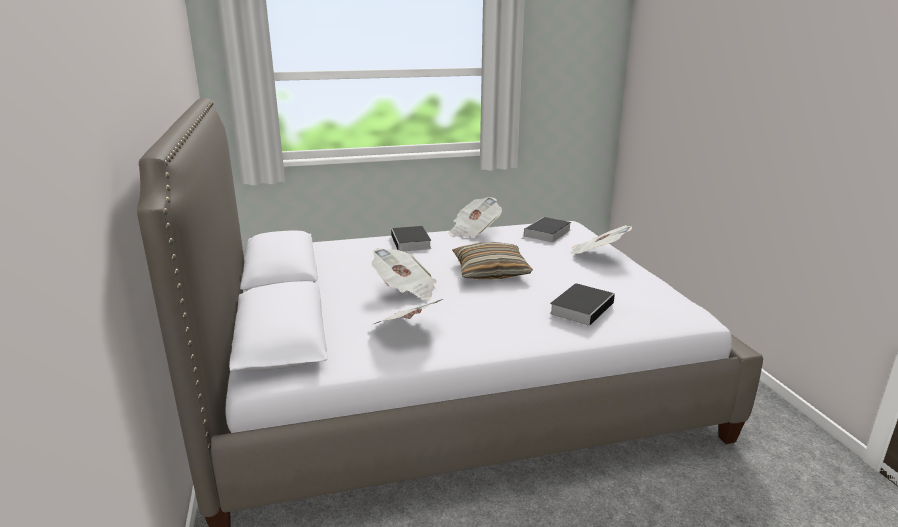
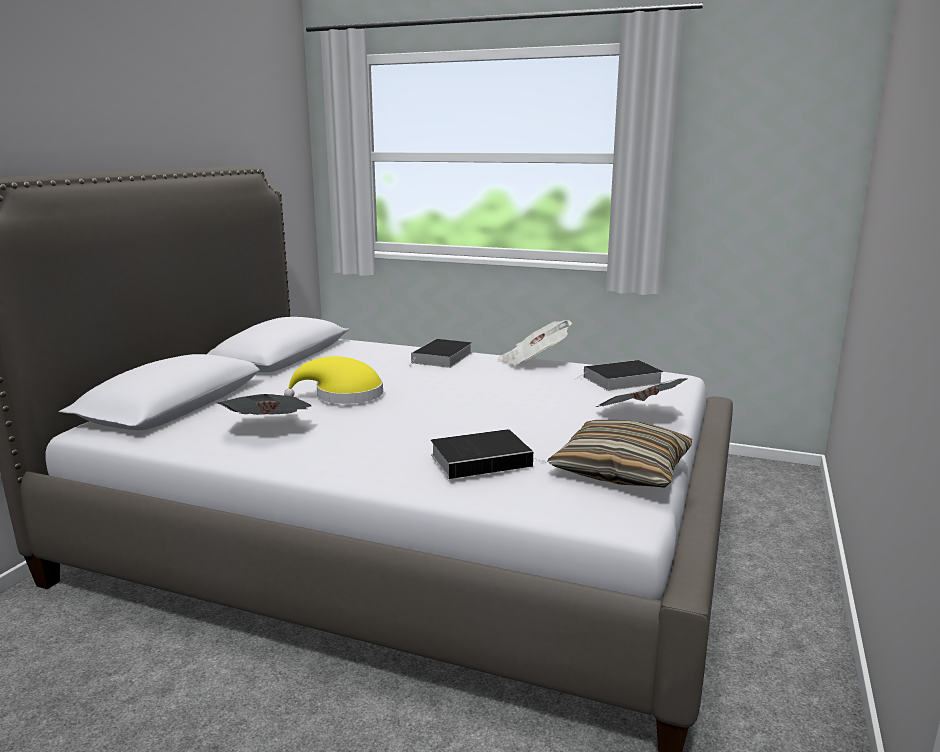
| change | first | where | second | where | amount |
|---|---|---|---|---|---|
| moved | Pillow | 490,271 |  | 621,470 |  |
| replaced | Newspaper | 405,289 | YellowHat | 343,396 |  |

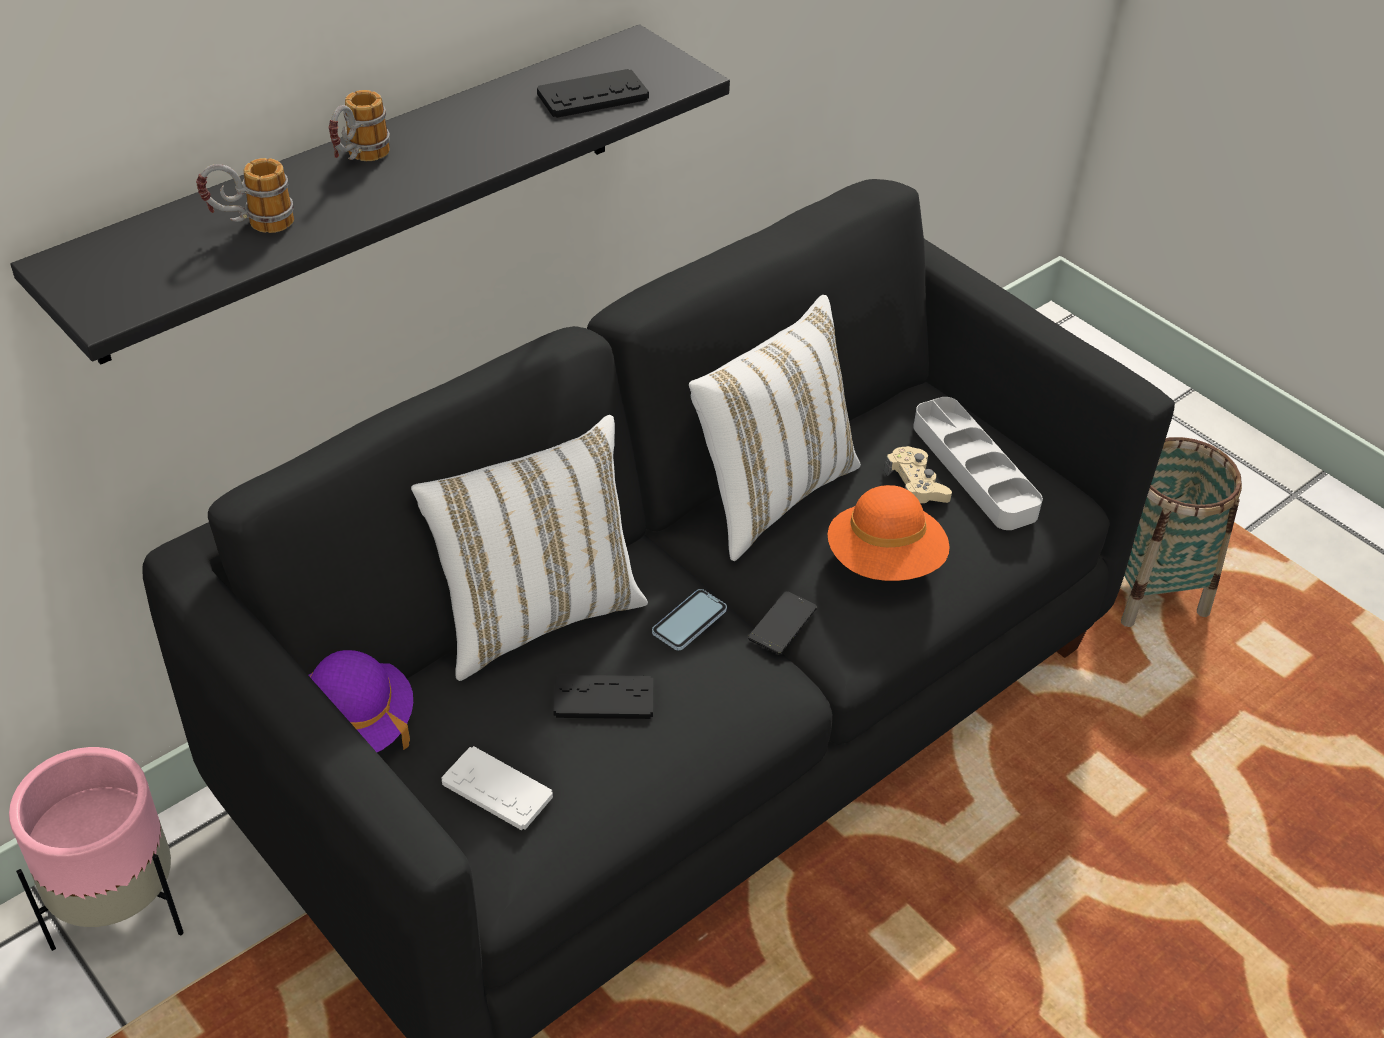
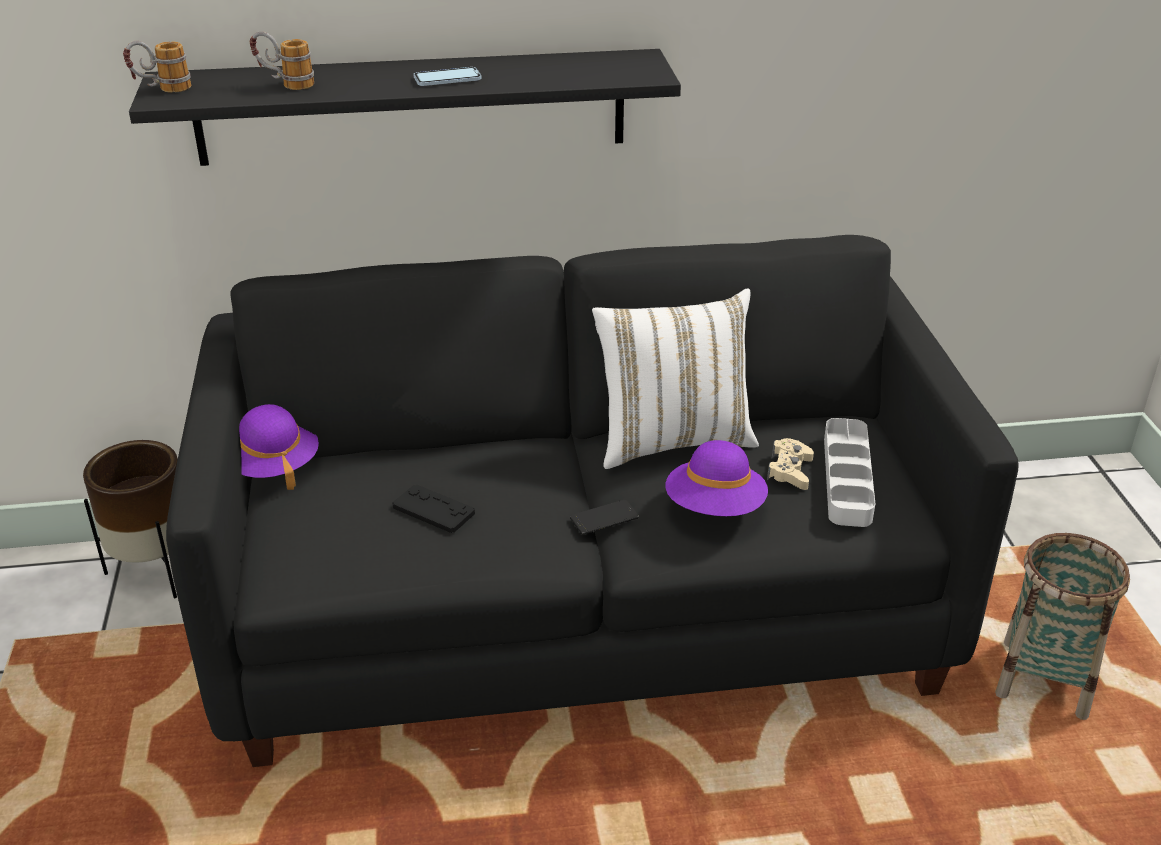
| change | first | where | second | where | amount |
|---|---|---|---|---|---|
| removed | WhitePillow | 536,615 |  |  |  |
| removed | WhiteGameController | 497,789 |  |  |  |
| removed | BlackGameController | 593,96 |  |  |  |
| moved | Mug | 359,160 |  | 162,90 |  |
| moved | Phone | 689,621 |  | 447,79 |  |
| recoloured | PinkPlanter | 121,909 | BrownPlanter | 157,570 |  |
| recoloured | OrangeHat | 885,562 | PurpleHat | 715,508 |  |

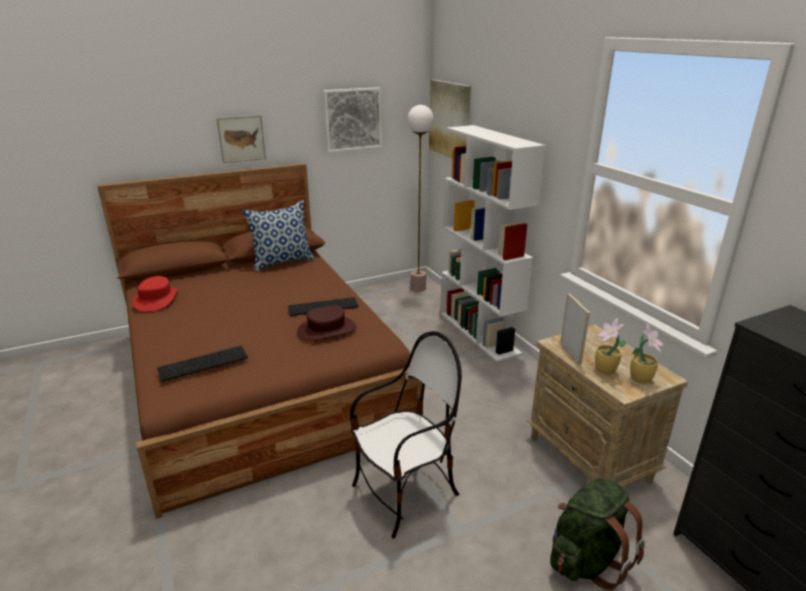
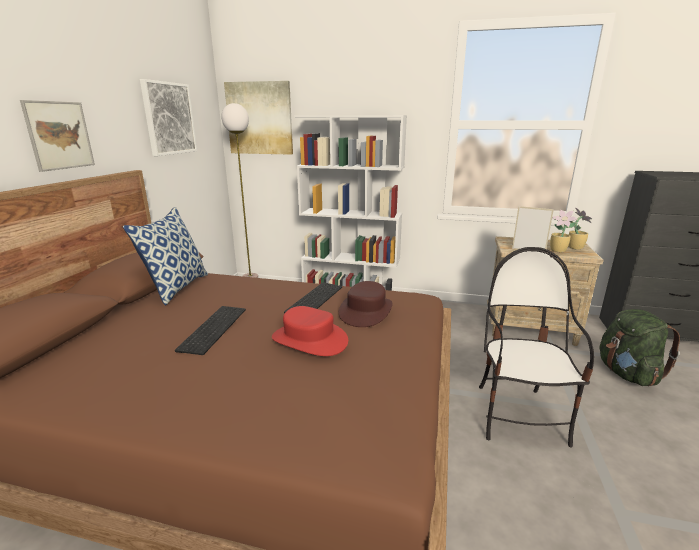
| change | first | where | second | where | amount |
|---|---|---|---|---|---|
| moved | RedHat | 156,300 |  | 309,340 |  |
| moved | Keyboard | 204,362 |  | 212,328 |  |

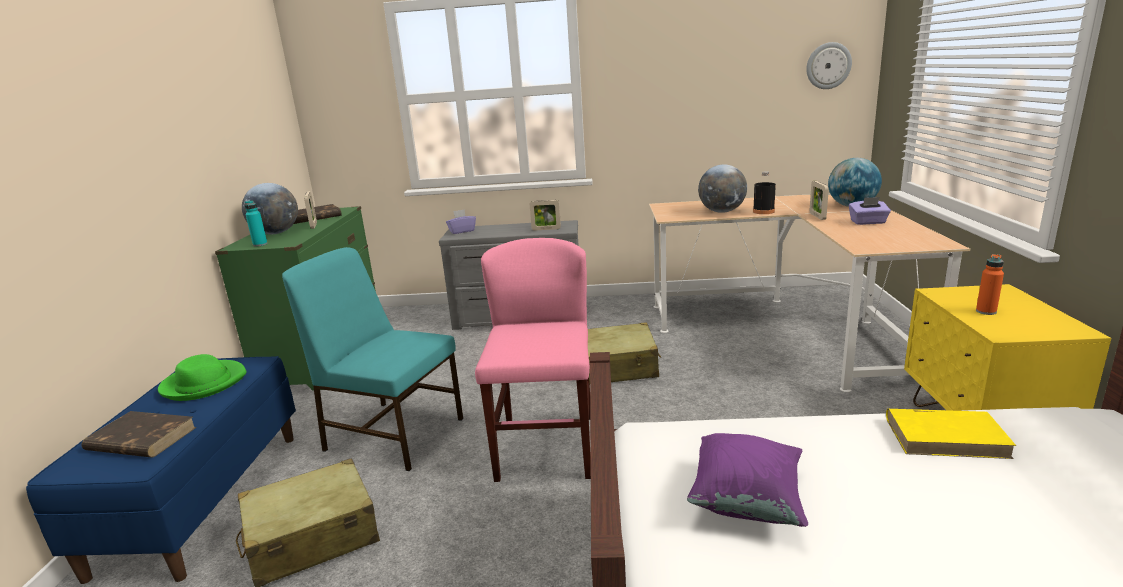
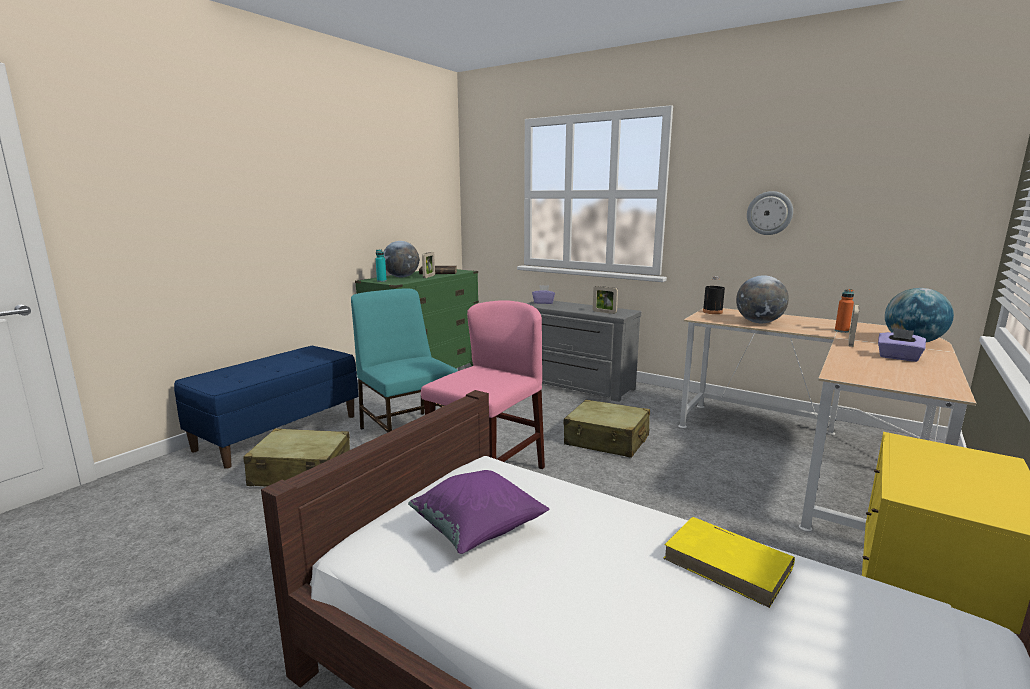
| change | first | where | second | where | amount |
|---|---|---|---|---|---|
| removed | BrownBook | 140,439 |  |  |  |
| removed | GreenHat | 204,383 |  |  |  |
| moved | BlackBottle | 763,211 |  | 712,312 |  |
| moved | WallClock | 828,66 |  | 769,213 |  |
| moved | OrangeBottle | 986,311 |  | 841,331 |  |

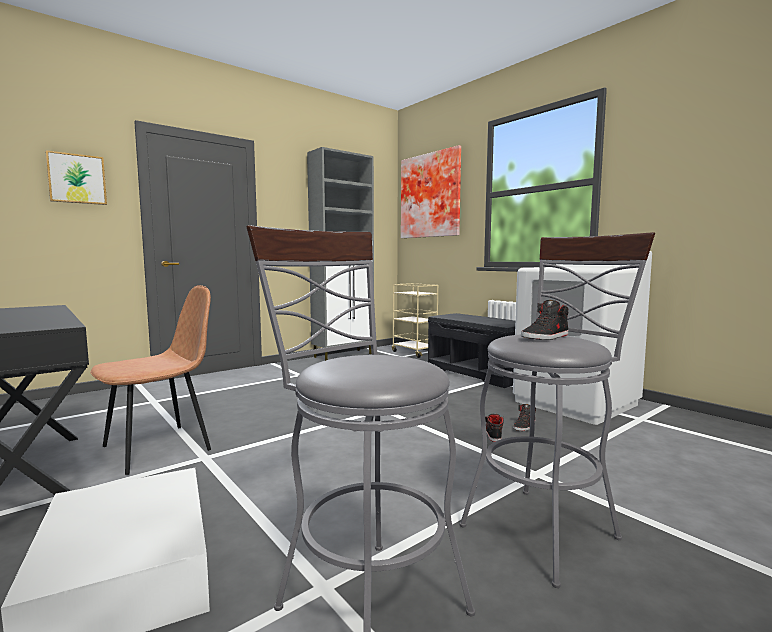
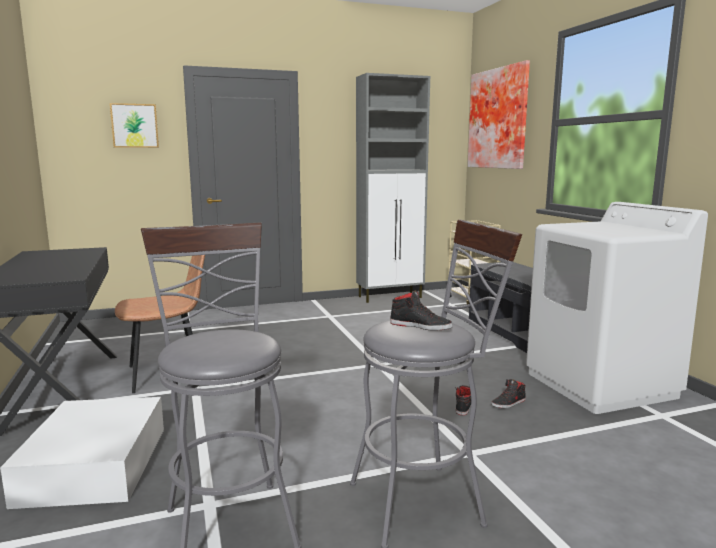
| change | first | where | second | where | amount |
|---|---|---|---|---|---|
| turned | BlackShoe | 545,337 |  | 420,326 | 135 degrees counterclockwise |

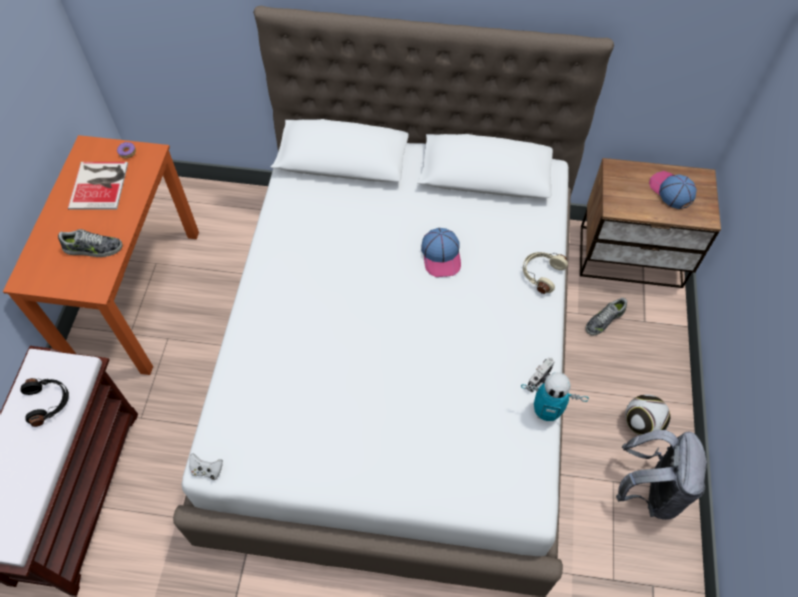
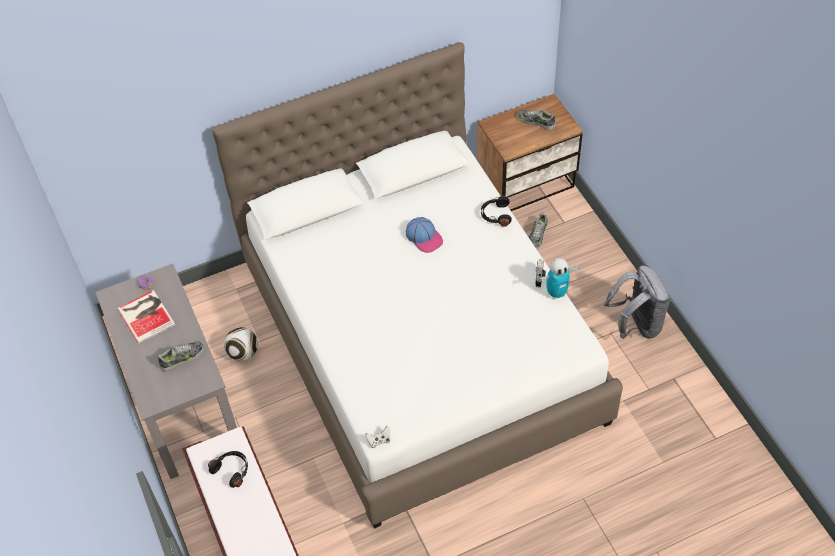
| change | first | where | second | where | amount |
|---|---|---|---|---|---|
| moved | Football | 641,424 |  | 243,353 |  |
| replaced | Cap | 671,191 | Shoe | 536,121 |  |
| recoloured | OrangeDesk | 135,294 | GreyDesk | 183,402 |  |
| recoloured | BeigeHeadphones | 541,274 | BlackHeadphones | 495,215 |  |

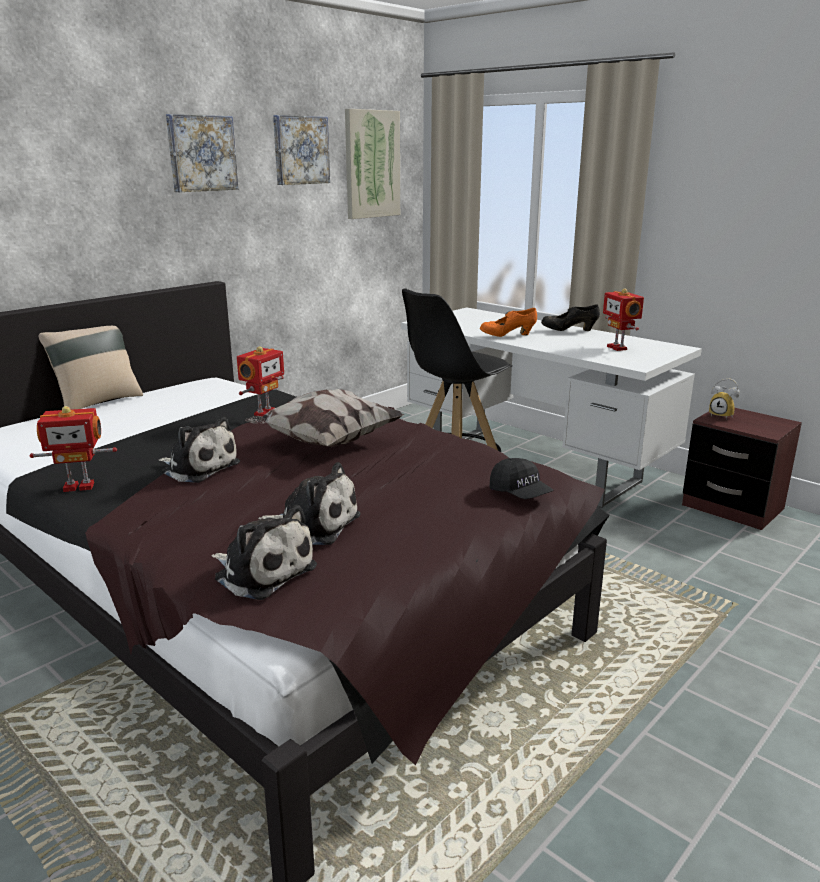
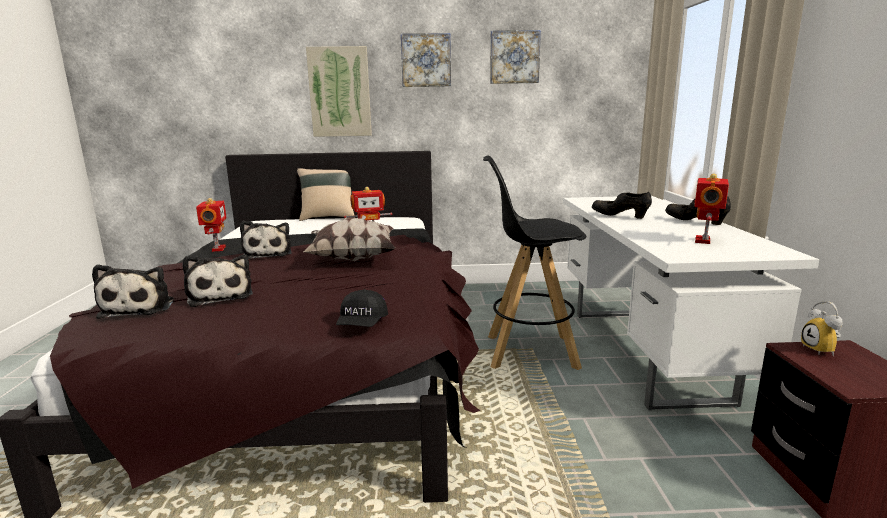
| change | first | where | second | where | amount |
|---|---|---|---|---|---|
| moved | Picture | 371,164 |  | 340,92 |  |
| recoloured | OrangeShoe | 507,336 | BlackShoe | 620,216 |  |
| turned | ToyRobot | 79,486 |  | 217,249 | 135 degrees counterclockwise |

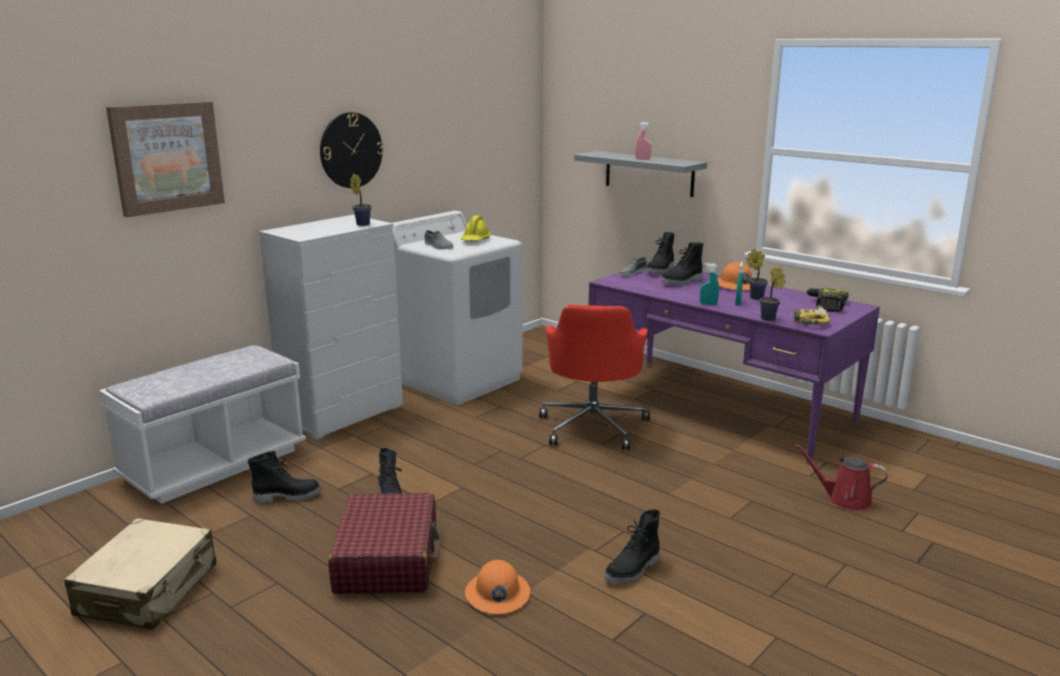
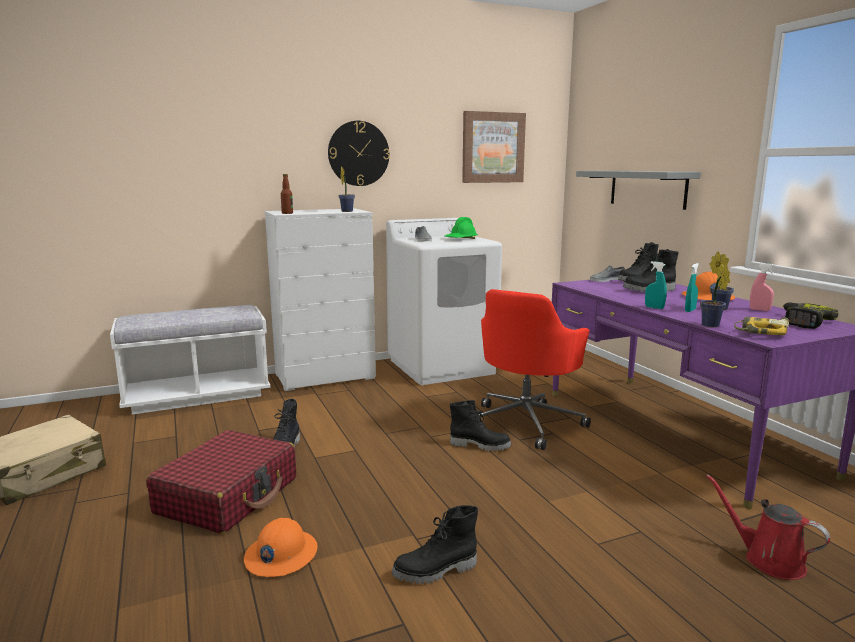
| change | first | where | second | where | amount |
|---|---|---|---|---|---|
| added |  |  | Bottle | 287,213 |  |
| moved | Picture | 167,157 |  | 493,147 |  |
| moved | BlackBoot | 287,496 |  | 480,445 |  |
| moved | PinkSprayBottle | 643,159 |  | 759,310 |  |
| recoloured | YellowHardHat | 475,240 | GreenHardHat | 461,239 |  |

